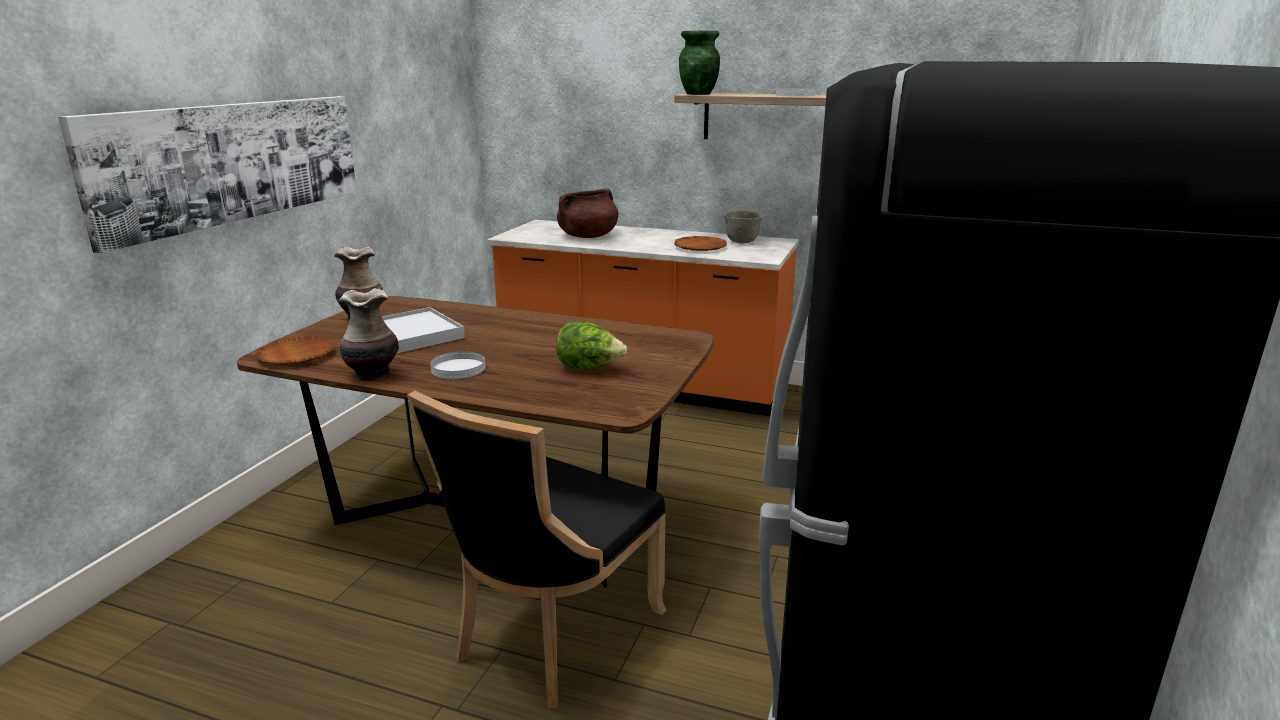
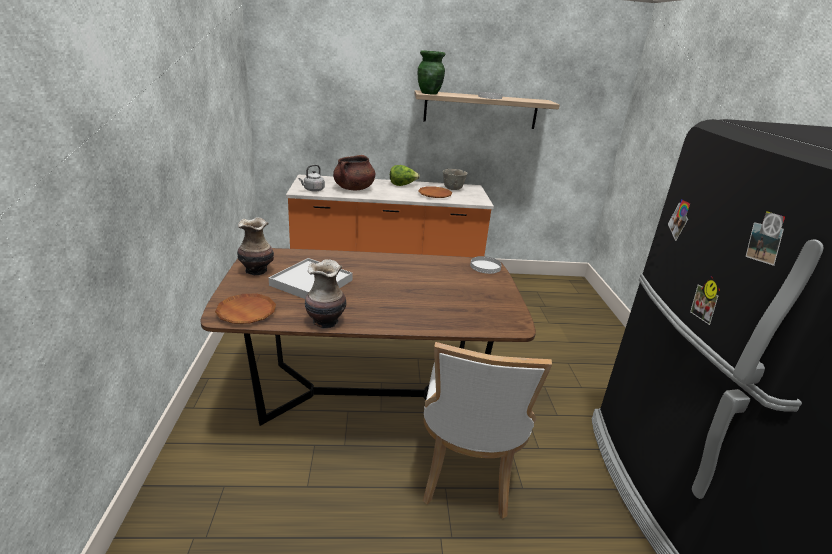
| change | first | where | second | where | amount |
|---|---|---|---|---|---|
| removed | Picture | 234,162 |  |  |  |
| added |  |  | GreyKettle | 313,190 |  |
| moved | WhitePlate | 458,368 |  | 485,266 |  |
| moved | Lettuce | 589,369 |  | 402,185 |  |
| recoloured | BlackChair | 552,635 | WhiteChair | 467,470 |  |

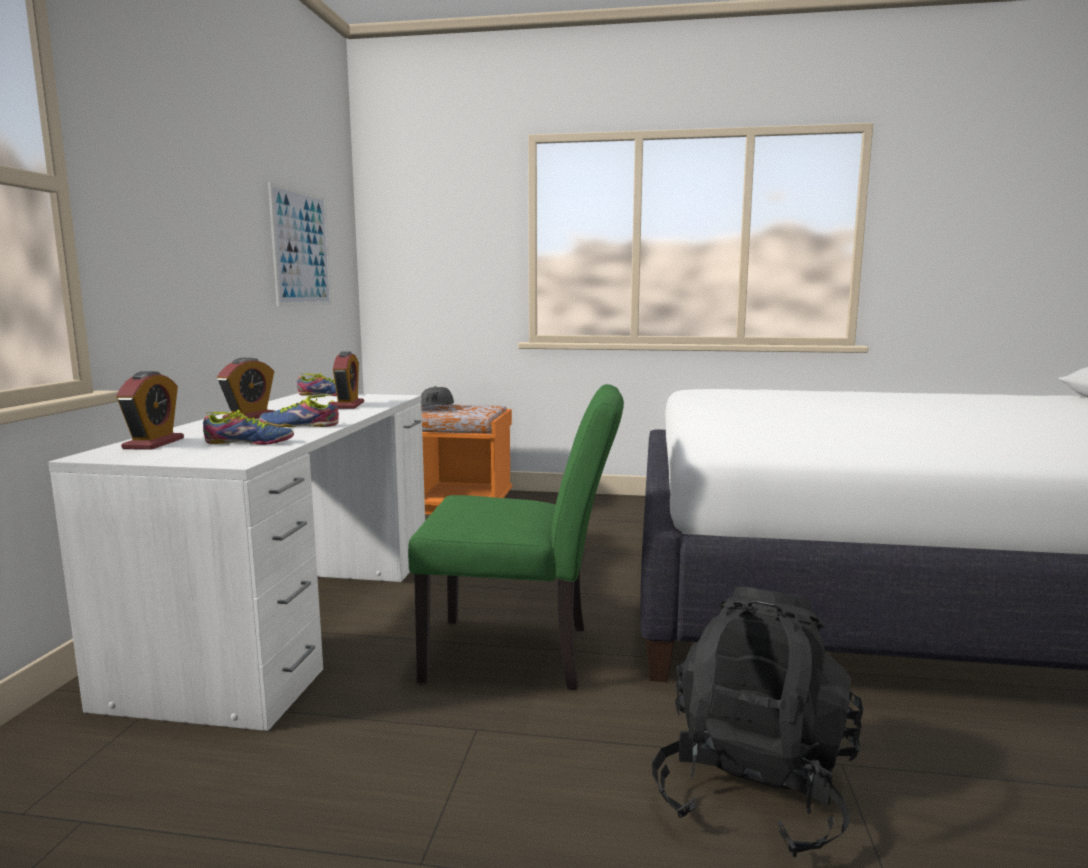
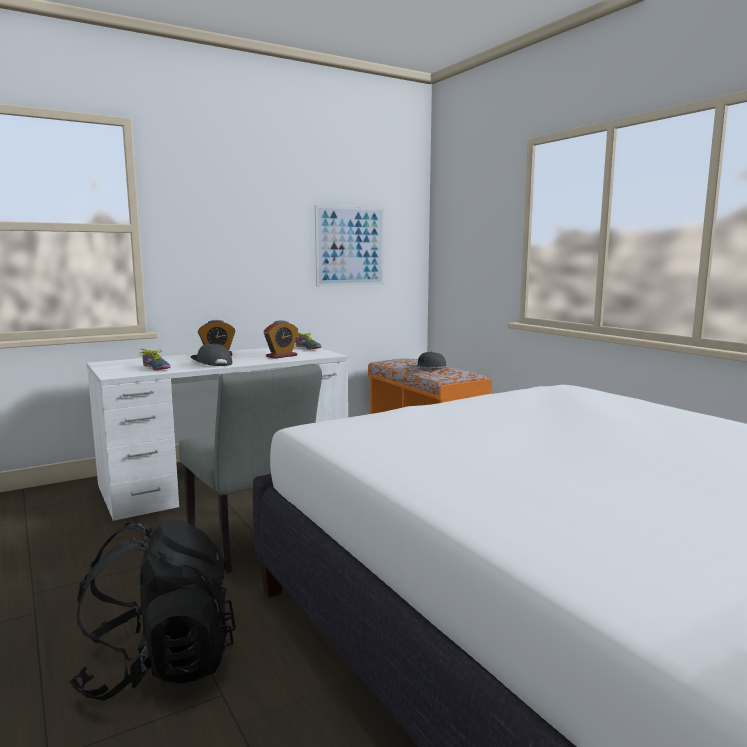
| change | first | where | second | where | amount |
|---|---|---|---|---|---|
| removed | AlarmClock | 154,443 |  |  |  |
| replaced | Shoe | 300,425 | GreyCap | 211,363 |  |
| recoloured | GreenChair | 522,654 | GreyChair | 253,543 |  |

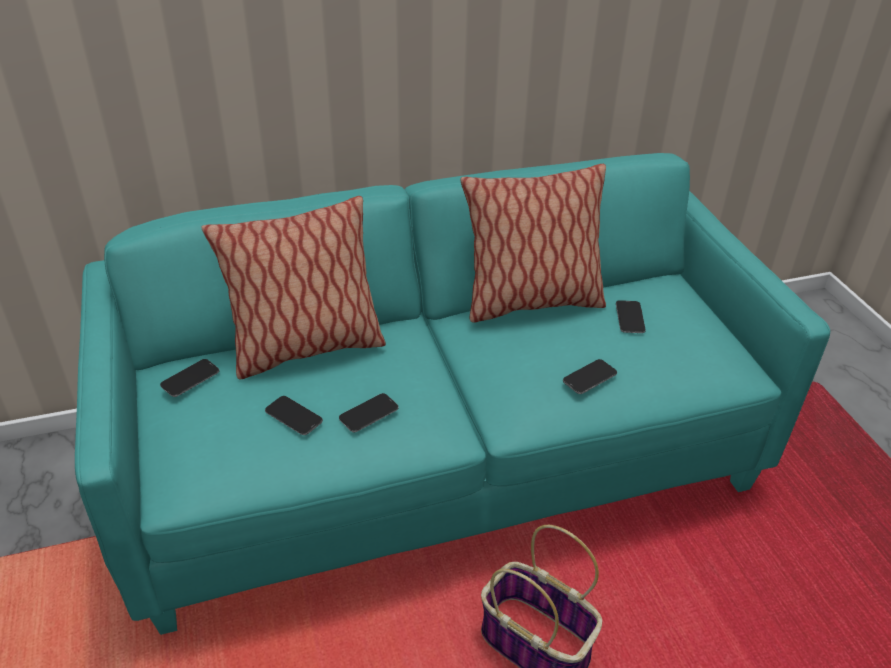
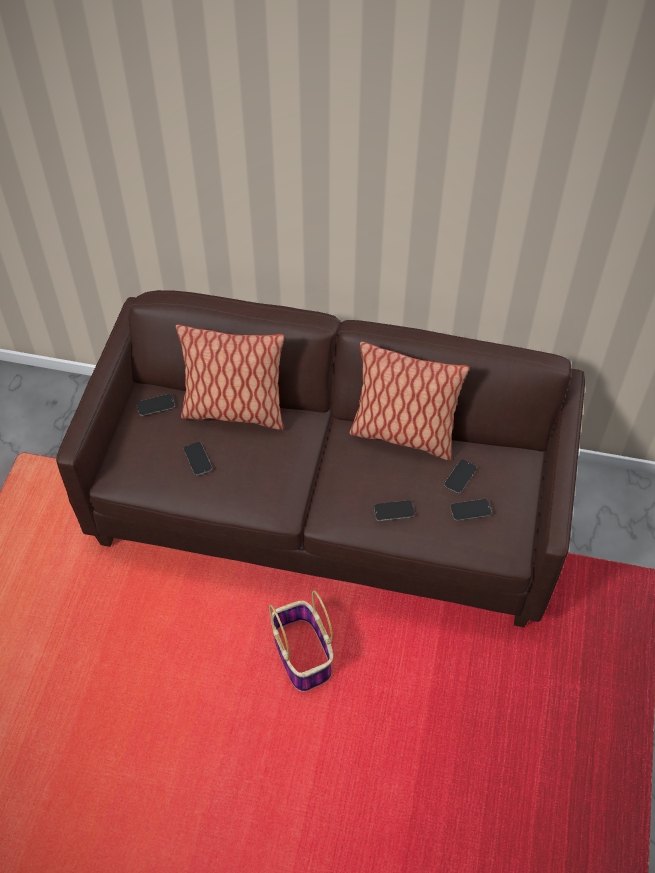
| change | first | where | second | where | amount |
|---|---|---|---|---|---|
| moved | Phone | 369,414 |  | 470,510 |  |
| recoloured | TurquoiseSofa | 442,459 | BrownSofa | 328,506 |  |

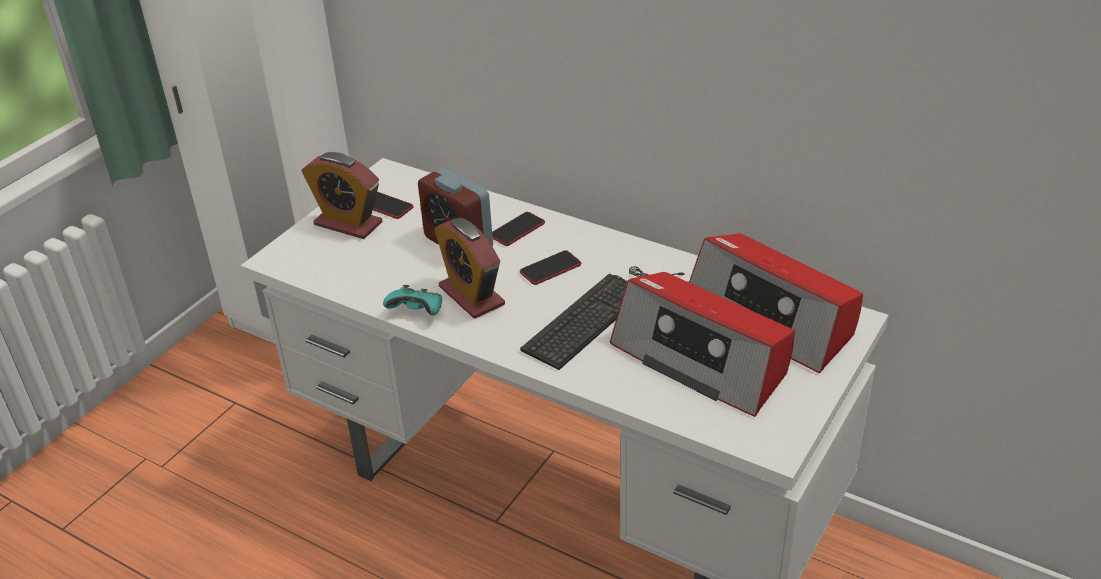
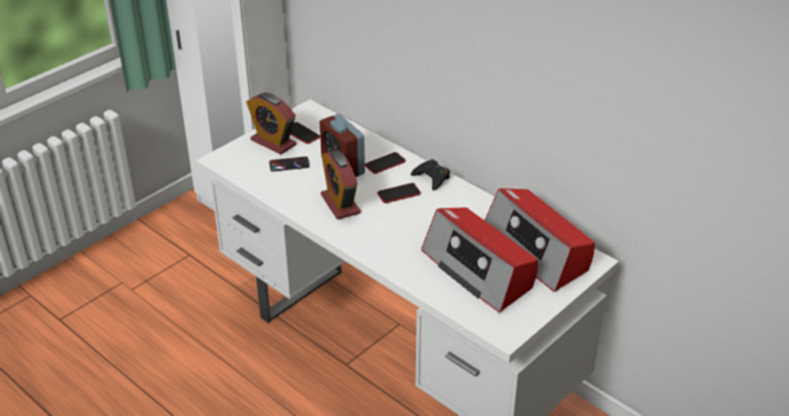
| change | first | where | second | where | amount |
|---|---|---|---|---|---|
| removed | TurquoiseGameController | 417,312 |  |  |  |
| removed | Keyboard | 599,312 |  |  |  |
| added |  |  | Phone | 289,164 |  |
| added |  |  | BlackGameController | 432,178 |  |

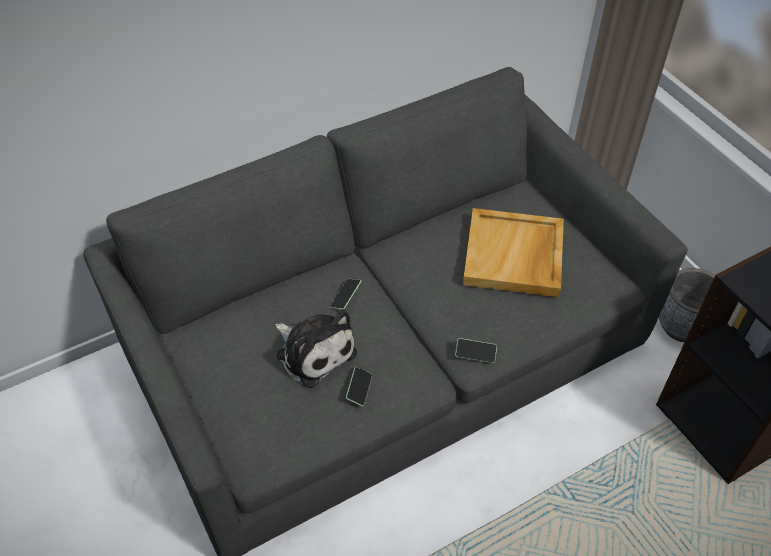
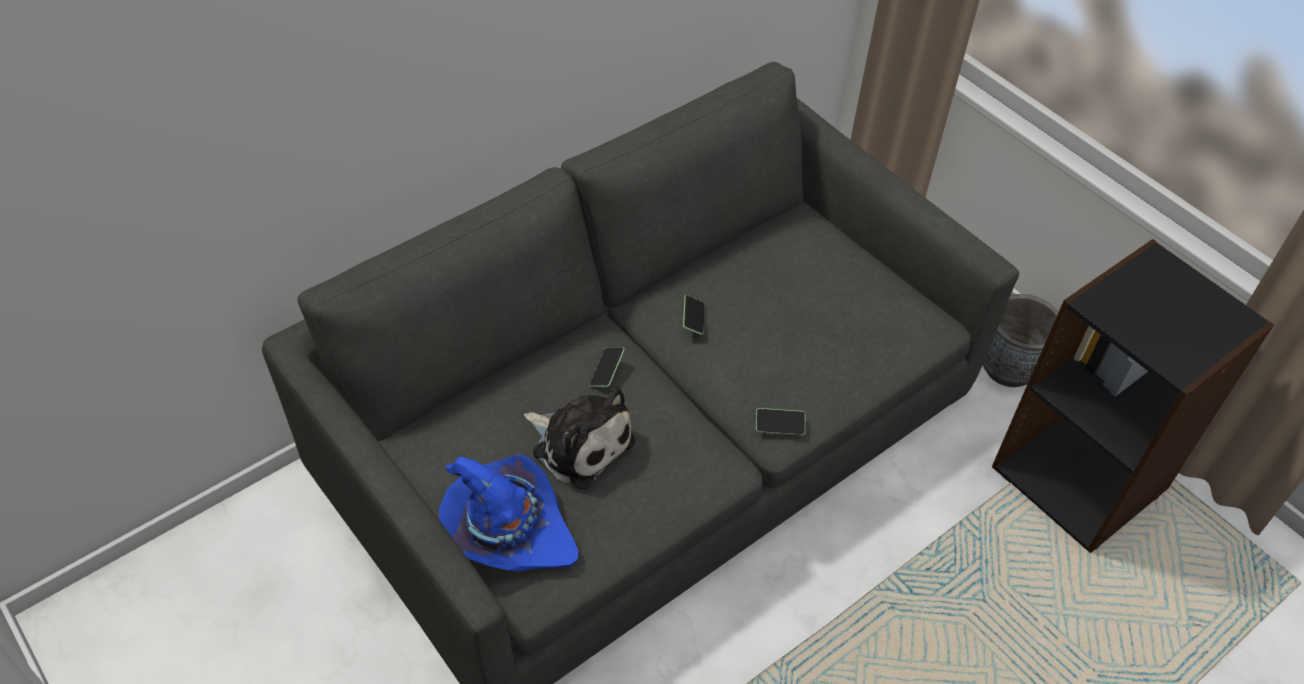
| change | first | where | second | where | amount |
|---|---|---|---|---|---|
| removed | BeigeTray | 514,256 |  |  |  |
| added |  |  | BlueHat | 506,529 |  |
| moved | Phone | 359,389 |  | 693,319 |  |

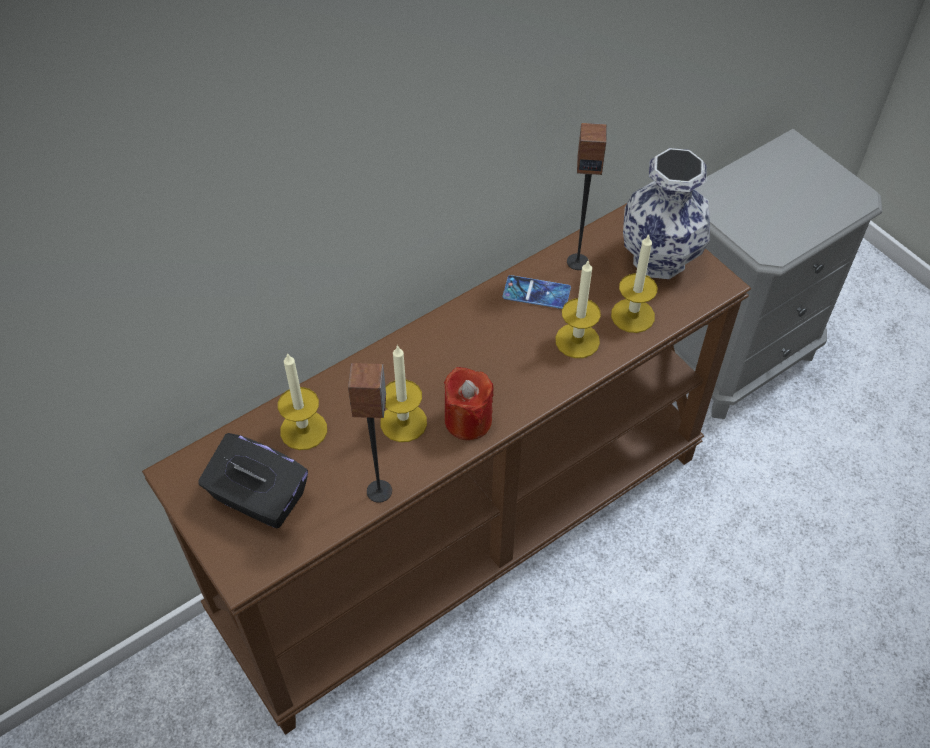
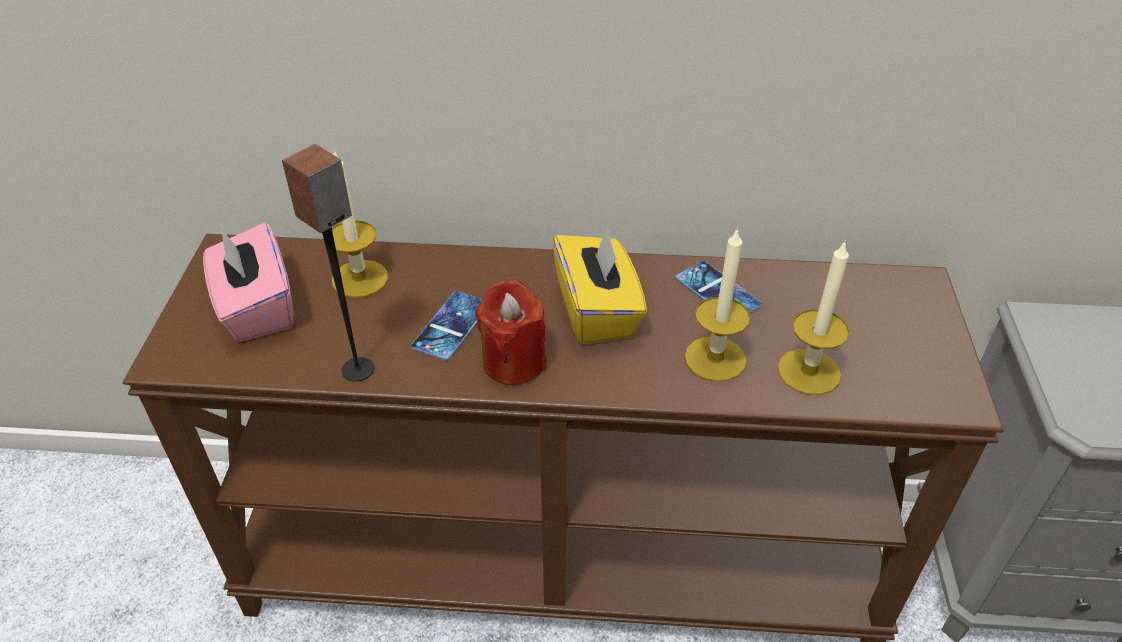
| change | first | where | second | where | amount |
|---|---|---|---|---|---|
| removed | Speaker | 577,261 |  |  |  |
| removed | Vase | 661,259 |  |  |  |
| added |  |  | YellowTissueBox | 597,311 |  |
| replaced | Candle | 403,422 | Phone | 451,326 |  |
| recoloured | BlackTissueBox | 258,498 | PinkTissueBox | 256,308 |  |

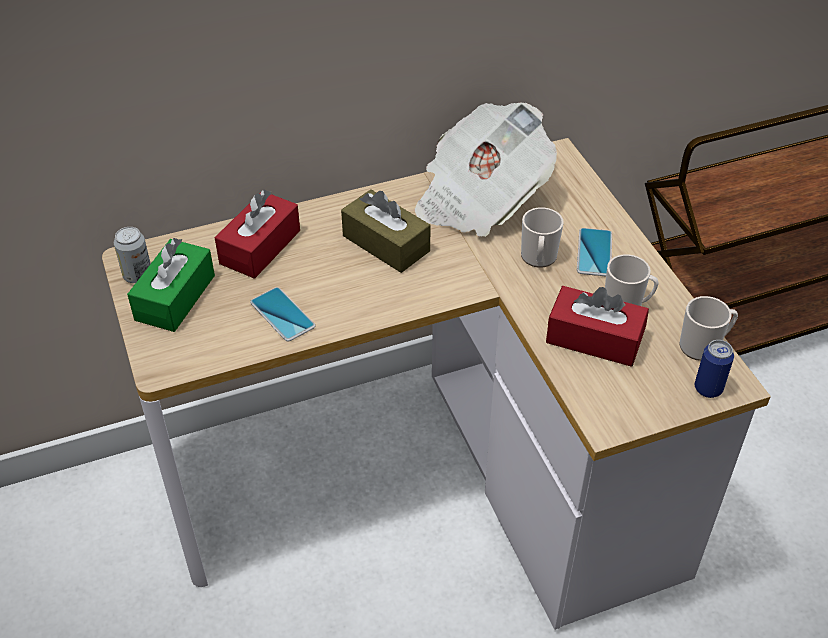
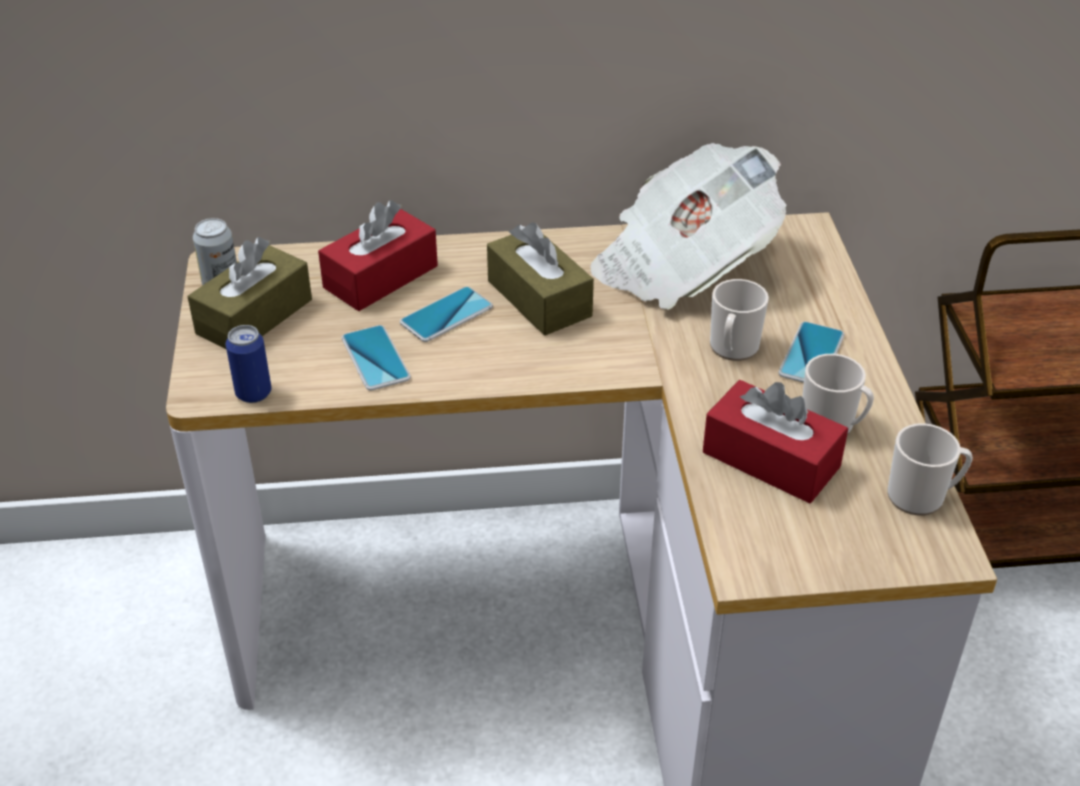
| change | first | where | second | where | amount |
|---|---|---|---|---|---|
| added |  |  | Phone | 446,315 |  |
| moved | Can | 708,388 |  | 253,393 |  |
| recoloured | GreenTissueBox | 175,297 | BrownTissueBox | 254,316 |  |

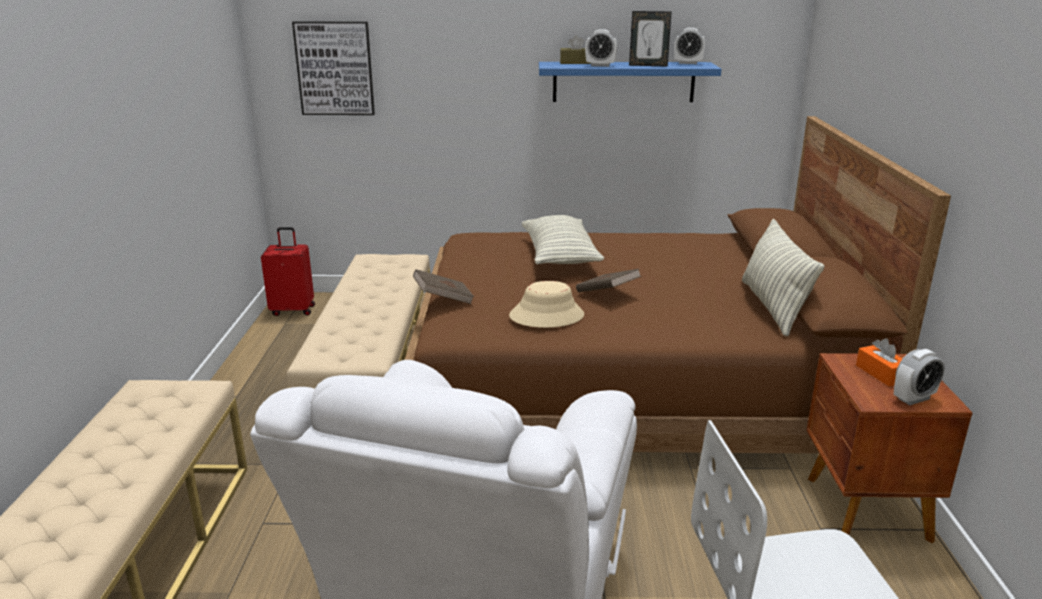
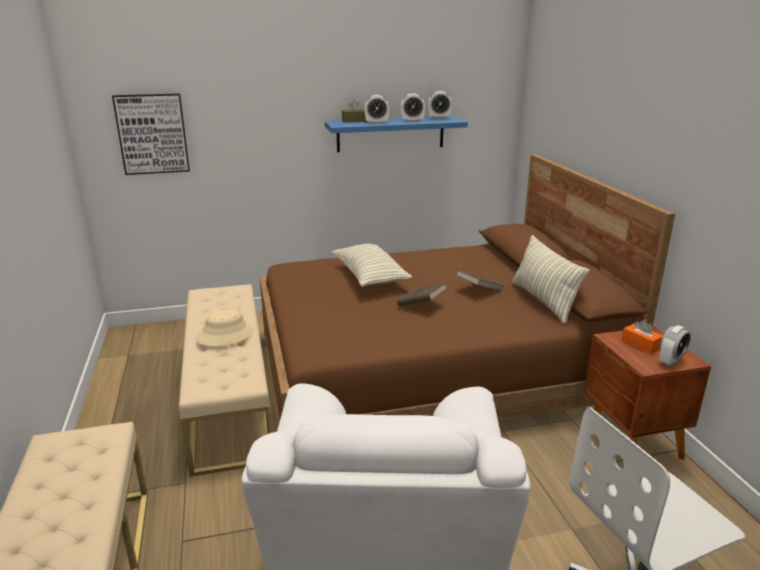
| change | first | where | second | where | amount |
|---|---|---|---|---|---|
| removed | RedSuitcase | 293,310 |  |  |  |
| moved | BrownBook | 443,299 |  | 478,290 |  |
| moved | BeigeHat | 546,316 |  | 225,335 |  |
| replaced | PictureFrame | 648,65 | AlarmClock | 412,121 |  |

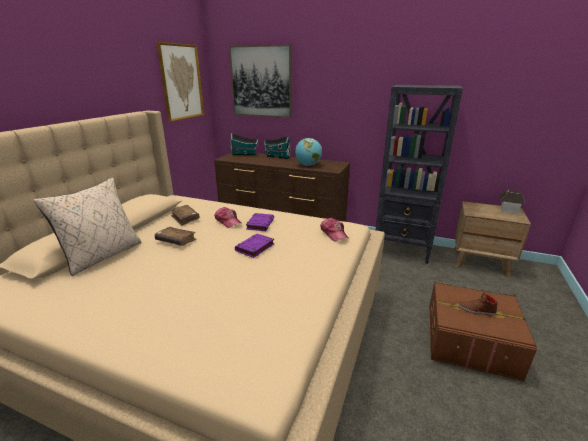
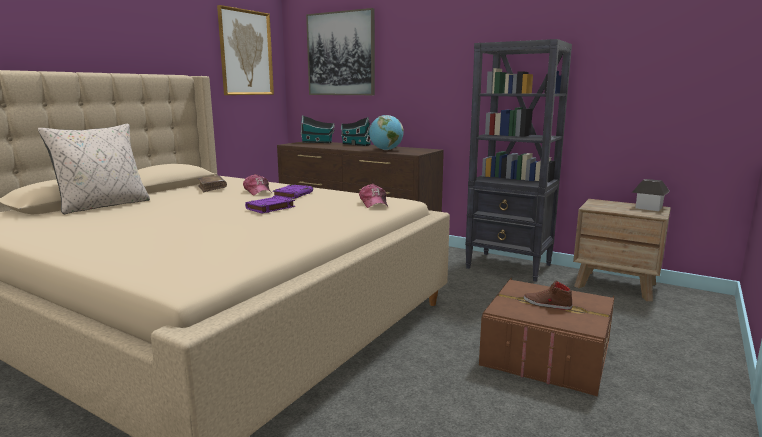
| change | first | where | second | where | amount |
|---|---|---|---|---|---|
| removed | BrownBook | 176,241 |  |  |  |

